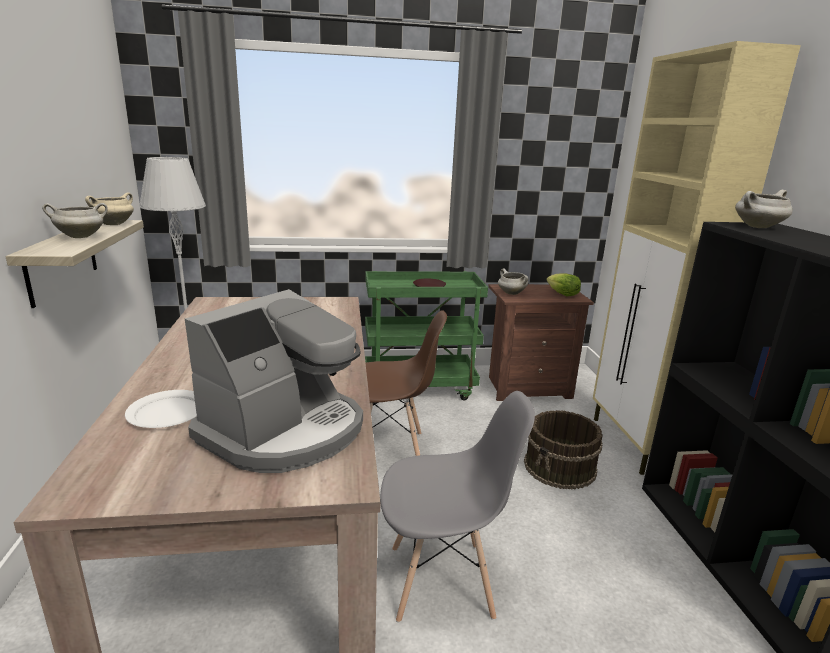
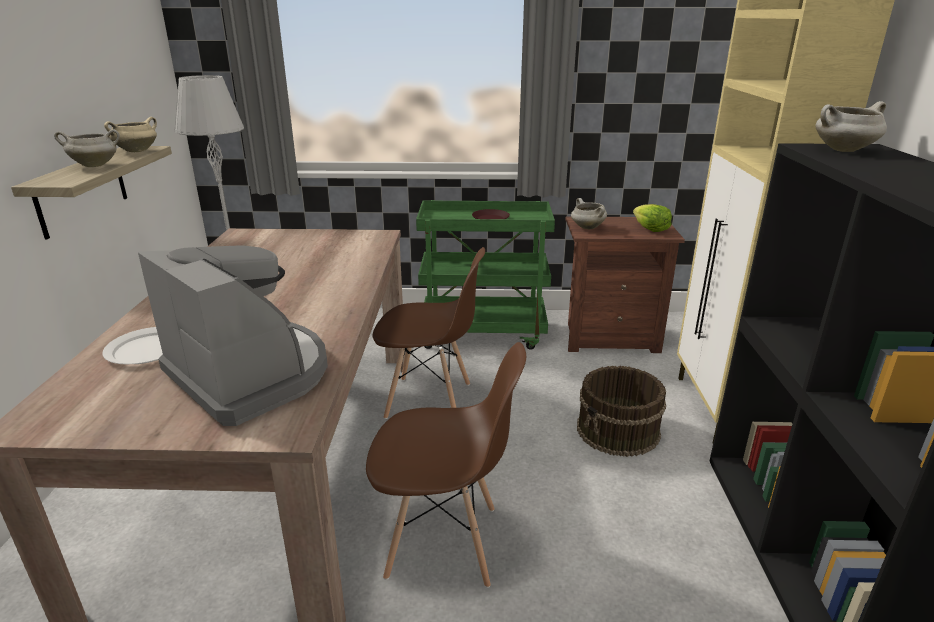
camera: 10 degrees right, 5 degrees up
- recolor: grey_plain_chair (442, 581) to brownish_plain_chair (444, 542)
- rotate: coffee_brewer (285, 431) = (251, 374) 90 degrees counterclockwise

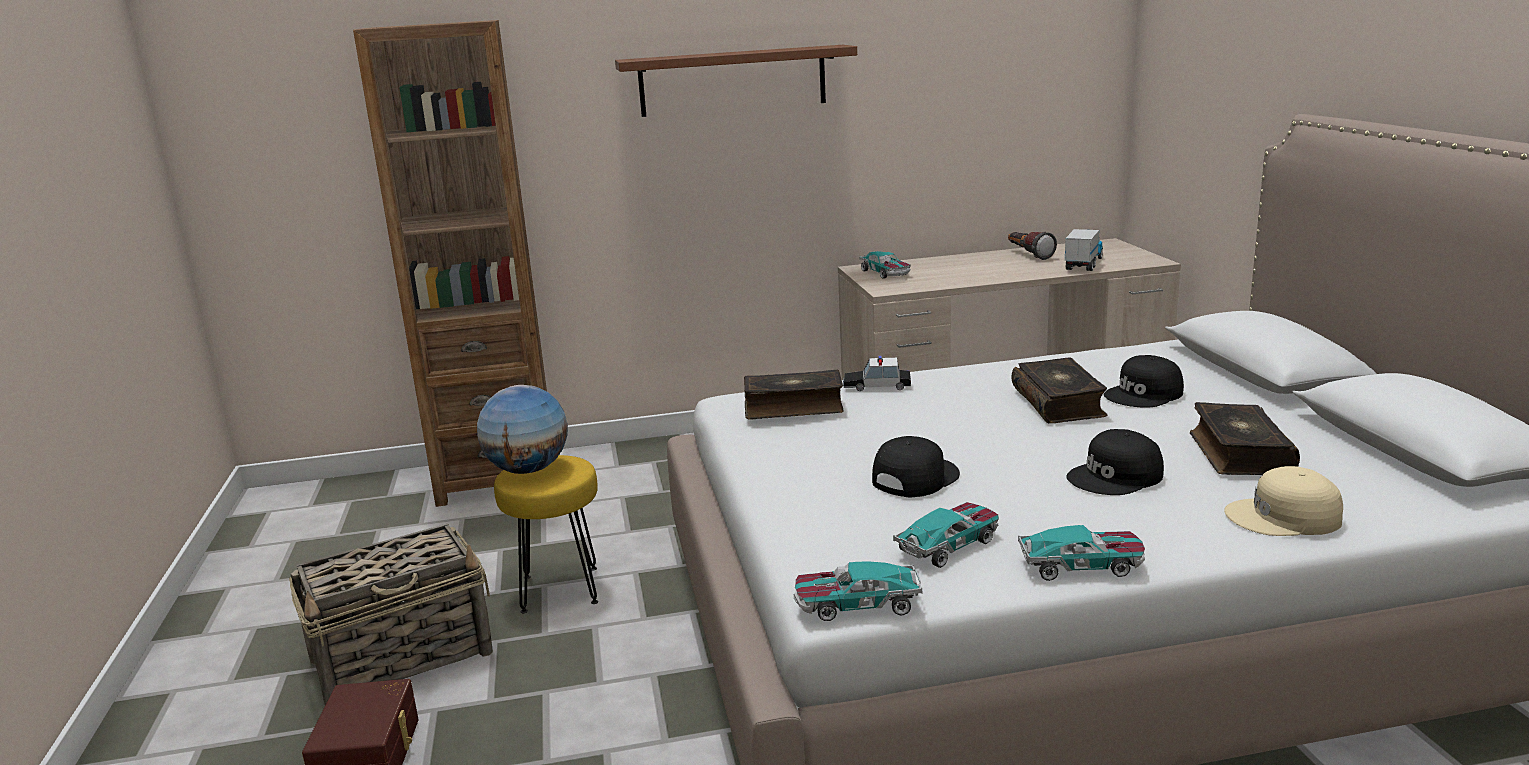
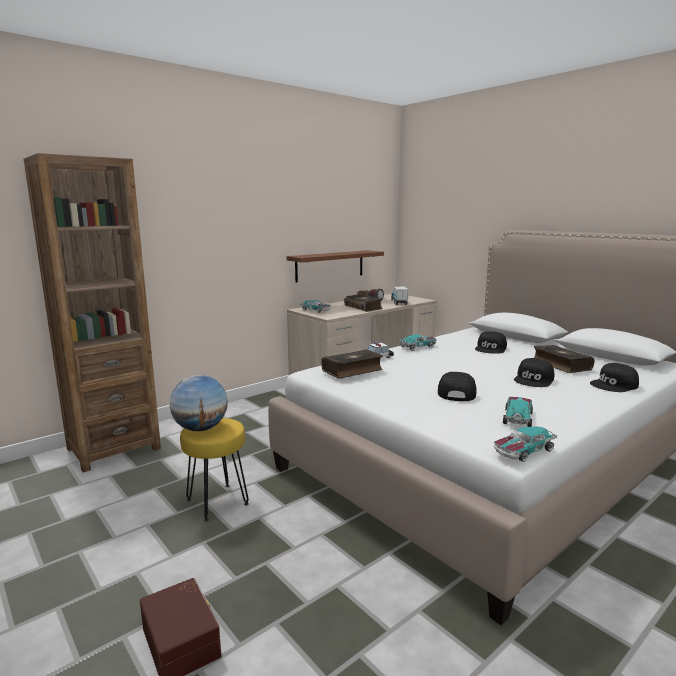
camera: 30 degrees left, 5 degrees down
- delete: basket (404, 656)
- move: brownish_shelf (732, 81) to (330, 265)
- move: volume (1059, 403) to (363, 307)
- move: model_car (1081, 565) to (418, 347)
- recolor: beige-coloured_peaked_cap (1284, 518) to blackish_peaked_cap (614, 385)

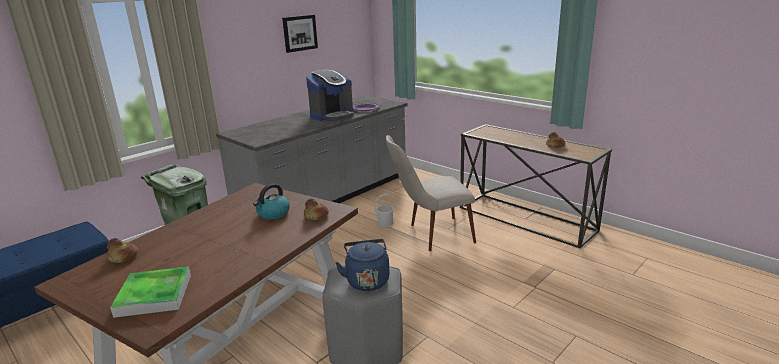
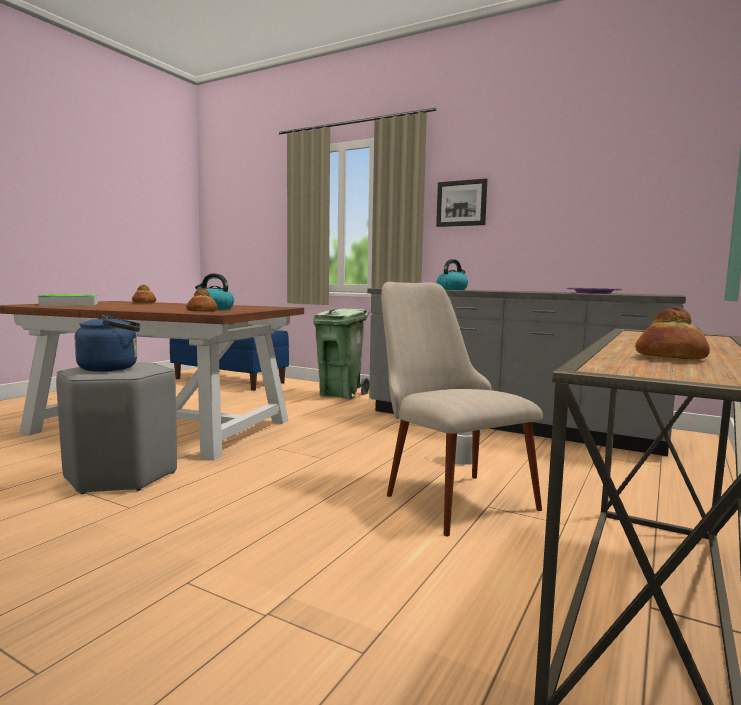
camera: 75 degrees right, 15 degrees down
- delete: coffee_brewer (332, 115)
- insert: water_kettle (452, 289)
- move: wall_art (299, 33) to (461, 203)

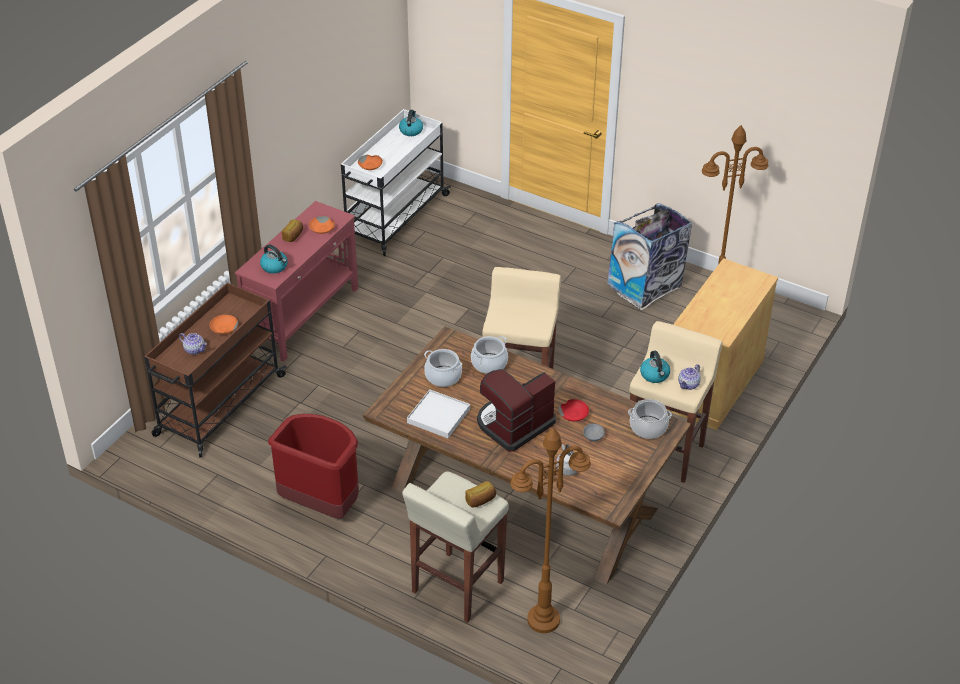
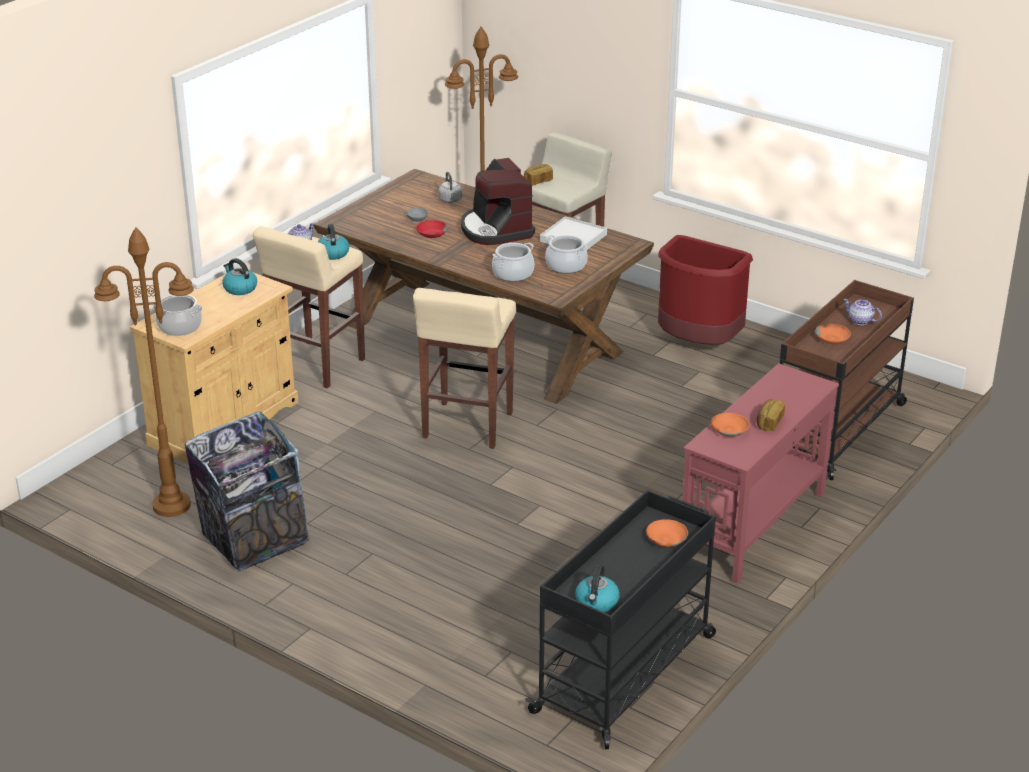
camera: 175 degrees left, 10 degrees down
- move: water_kettle (275, 267) to (239, 288)
- move: stockpot (648, 427) to (179, 327)
- recolor: whitish_trolley (394, 218) to blackish_trolley (626, 672)
- rotate: coffee_brewer (513, 424) = (496, 229) 105 degrees clockwise

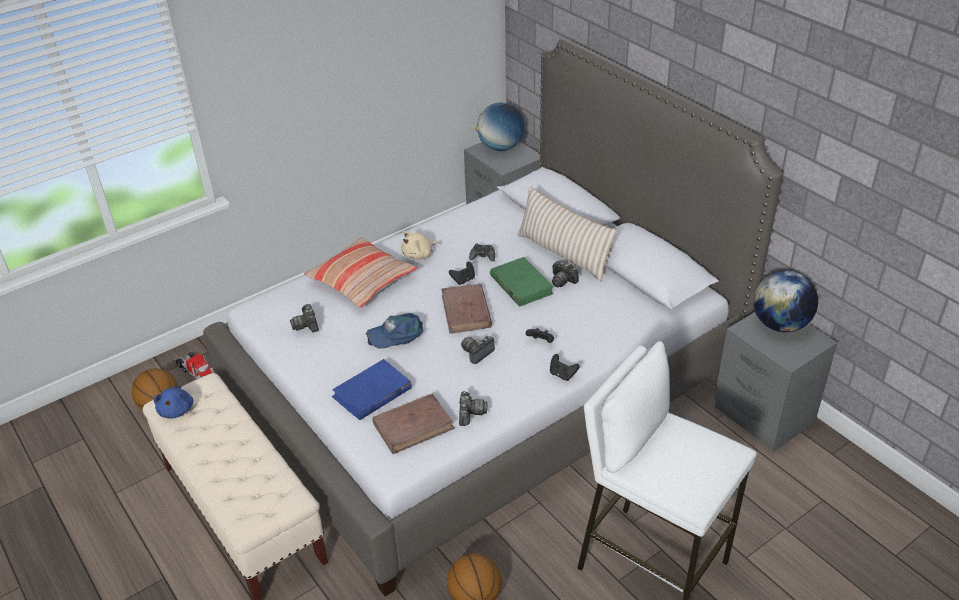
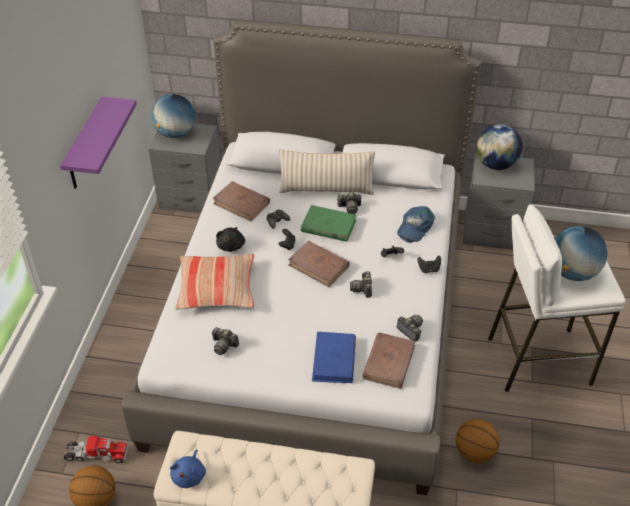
camera: 45 degrees left, 5 degrees up
- insert: purple-coloured_shelf (85, 146)
- insert: brownish_volume (241, 203)
- insert: desk_globe (572, 272)
- move: blue_peaked_cap (396, 334) to (415, 226)
- recolor: beige-coloured_soft_toy (419, 255) to blackish_soft_toy (231, 245)
- rotate: blue_soft_toy (177, 410) = (189, 475) 60 degrees clockwise

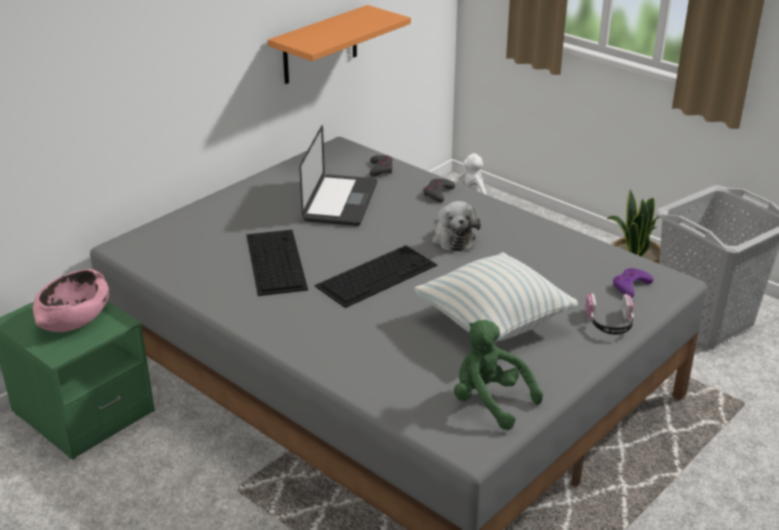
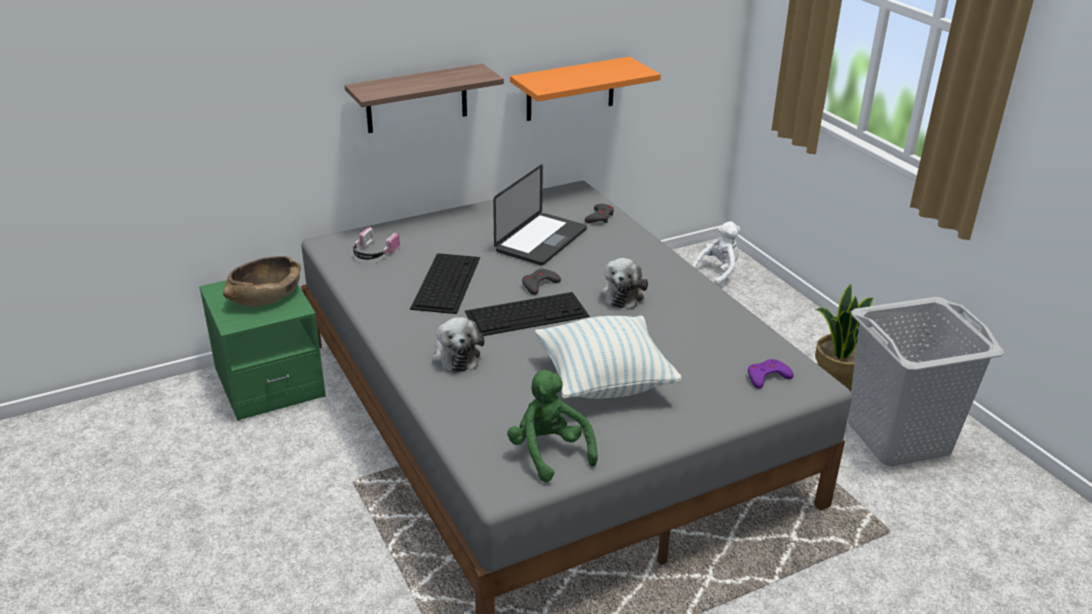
camera: 20 degrees right, 0 degrees up
- insert: shelf (416, 99)
- insert: soft_toy (455, 356)
- move: grey_game_controller (438, 193) to (539, 284)
- move: headset (610, 324) to (373, 253)
- recolor: pinkish_serving_bowl (74, 317) to brownish_serving_bowl (265, 297)

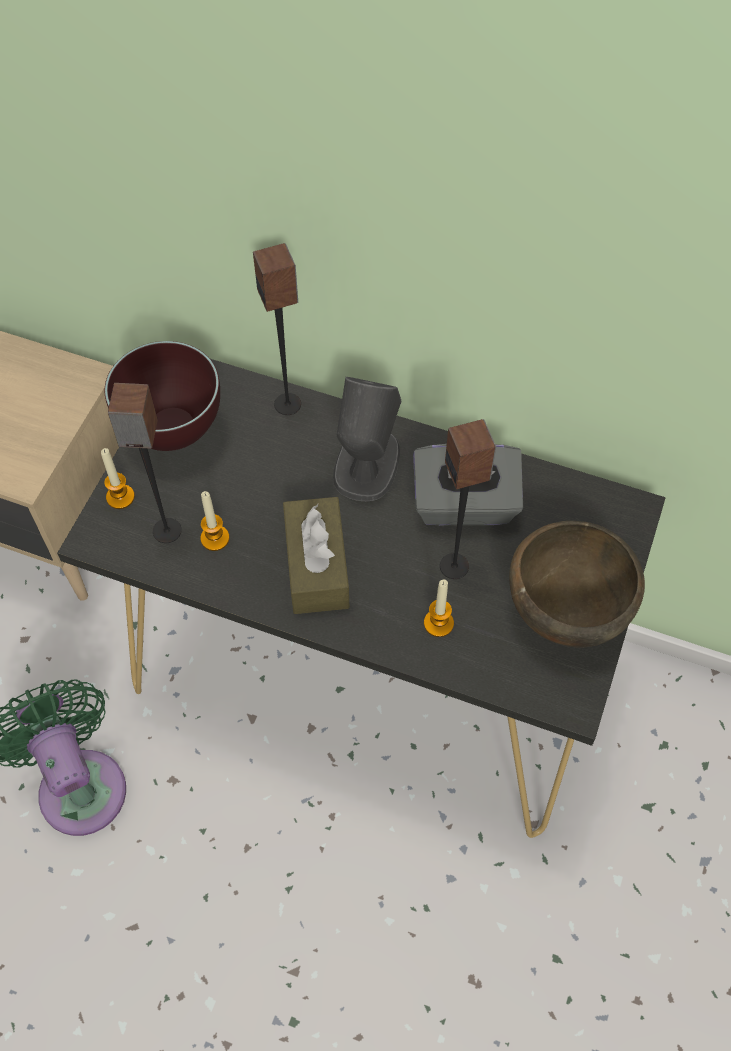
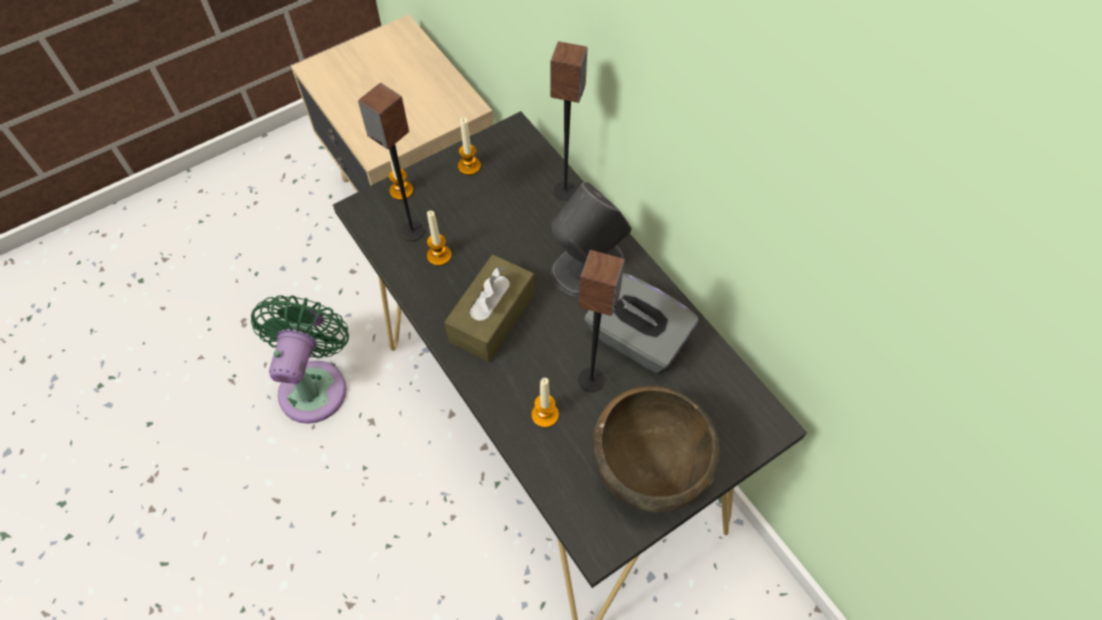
camera: 35 degrees right, 0 degrees up
- replace: brownish_serving_bowl (170, 433) to wax_light (469, 166)

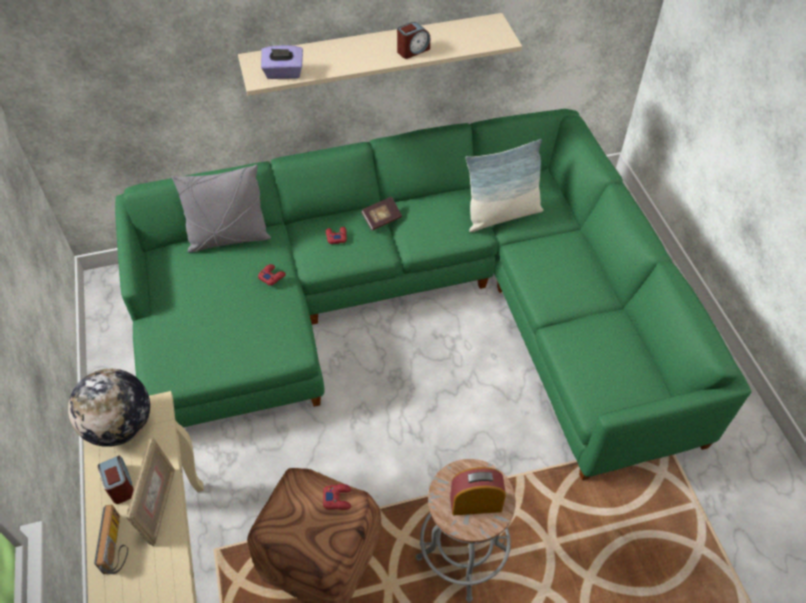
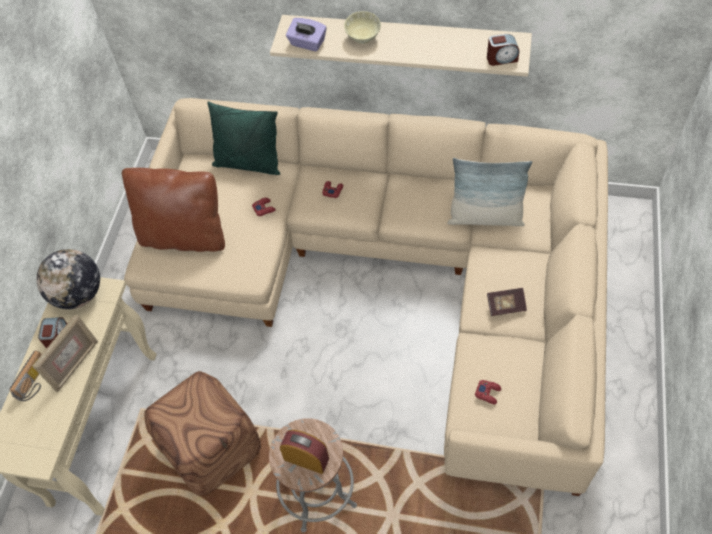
camera: 30 degrees right, 5 degrees up
- insert: brownish_pillow (185, 236)
- insert: beige-coloured_serving_bowl (362, 38)
- move: red-coloured_game_controller (337, 498) to (488, 393)
- move: volume (381, 219) to (506, 306)
- move: alarm_clock (413, 50) to (501, 58)
- recolor: green-coloured_settee (416, 307) to beige-coloured_settee (392, 271)
- recolor: grey_pillow (229, 238) to green-coloured_pillow (248, 164)

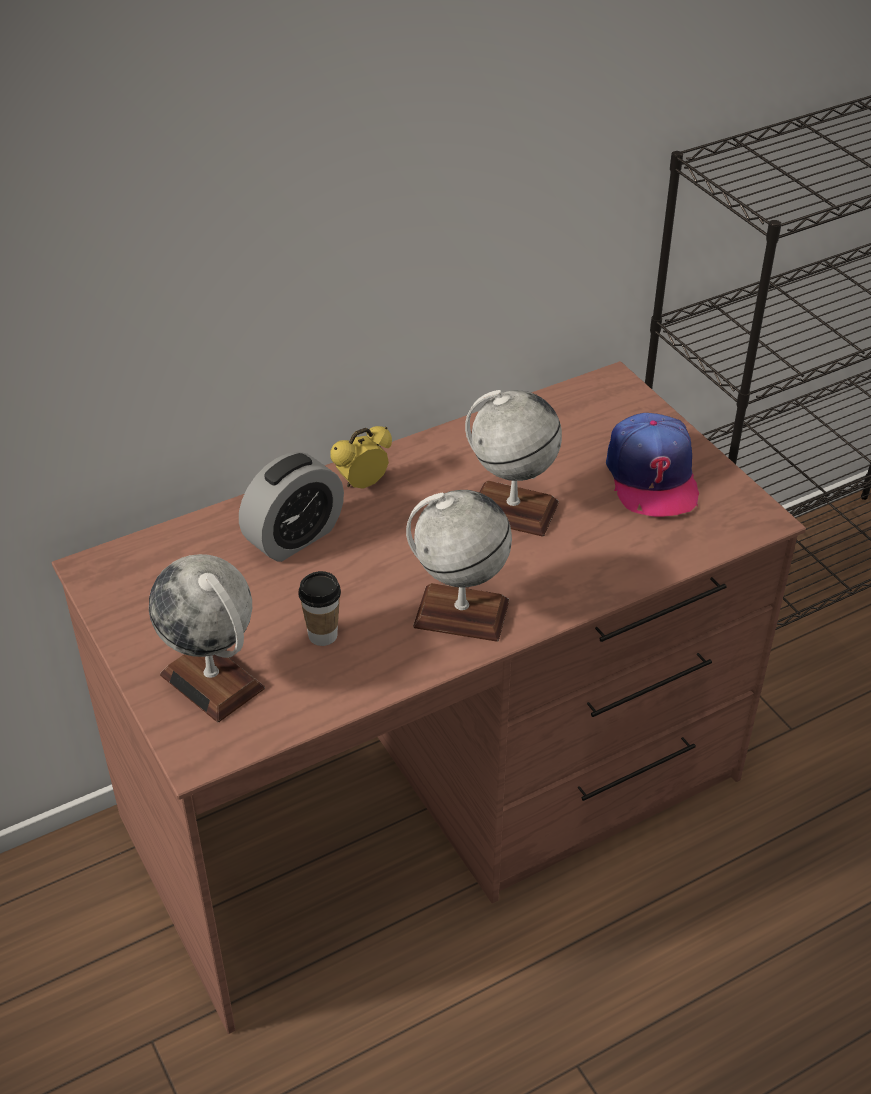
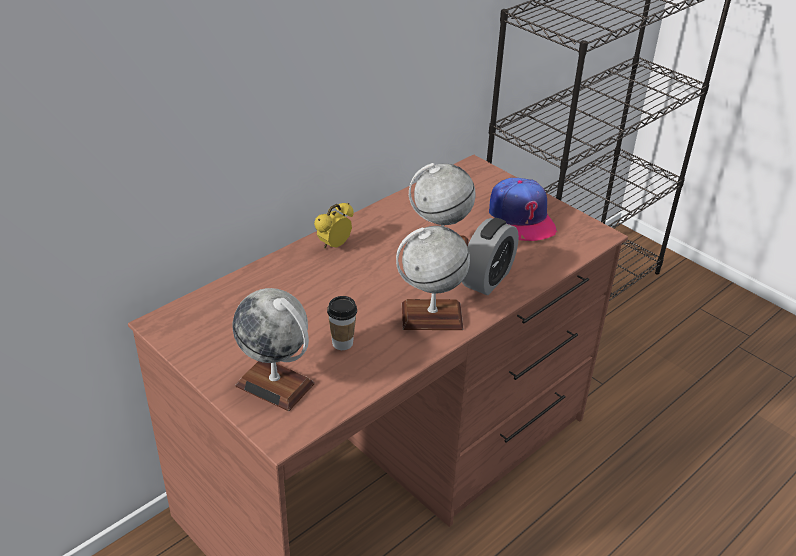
camera: 15 degrees left, 5 degrees down
- move: alarm_clock (294, 537) to (487, 279)

